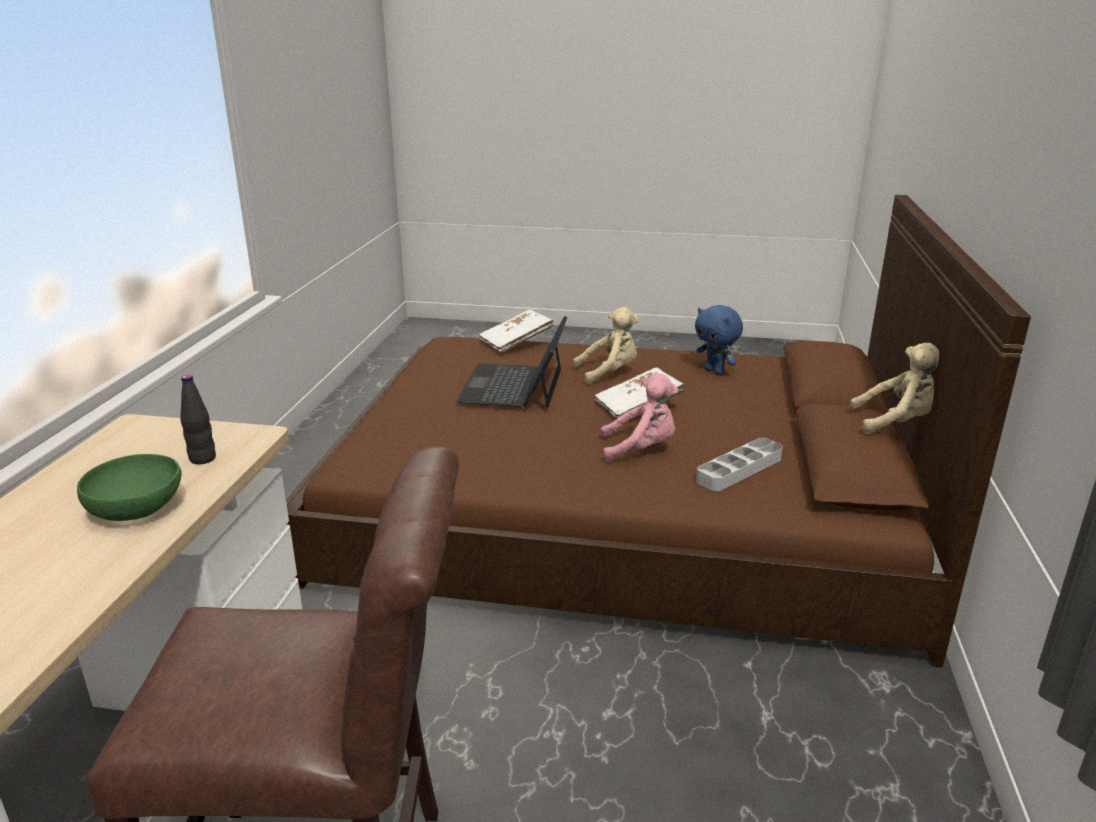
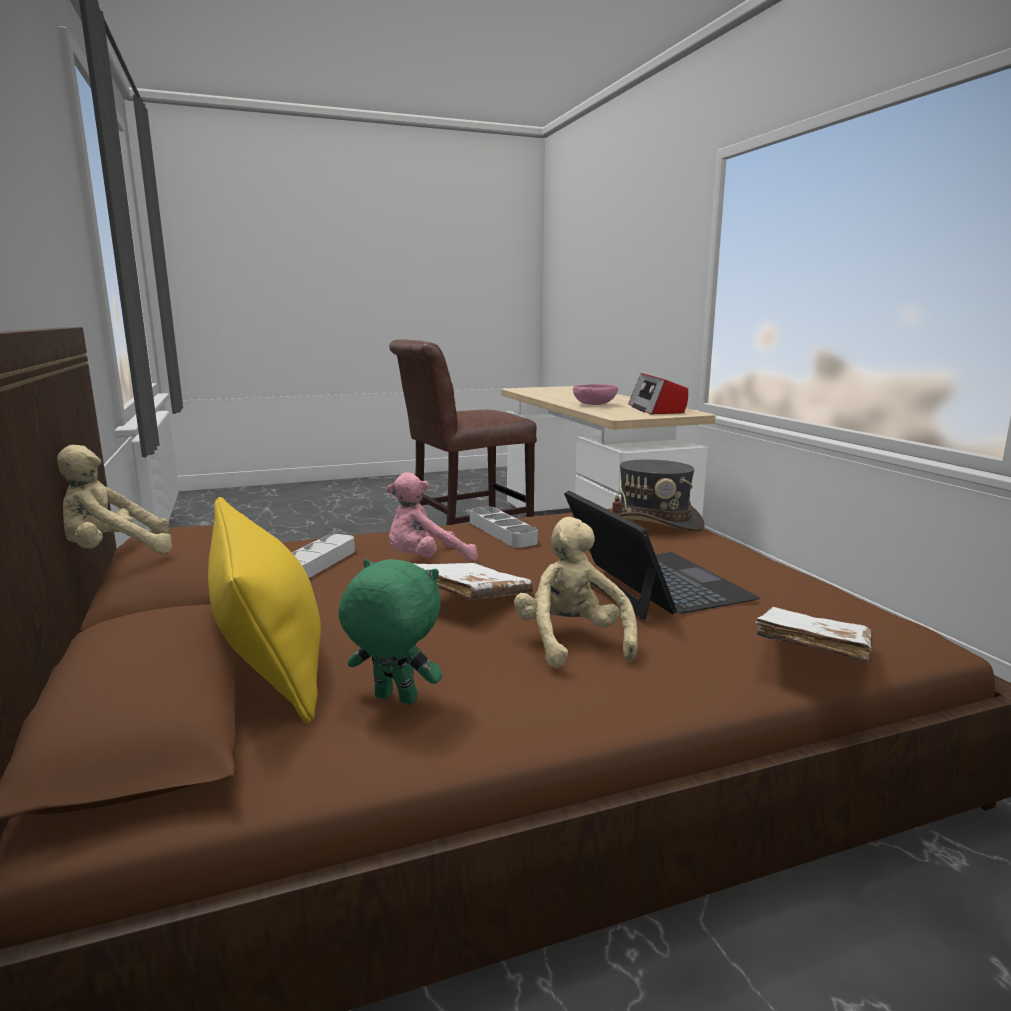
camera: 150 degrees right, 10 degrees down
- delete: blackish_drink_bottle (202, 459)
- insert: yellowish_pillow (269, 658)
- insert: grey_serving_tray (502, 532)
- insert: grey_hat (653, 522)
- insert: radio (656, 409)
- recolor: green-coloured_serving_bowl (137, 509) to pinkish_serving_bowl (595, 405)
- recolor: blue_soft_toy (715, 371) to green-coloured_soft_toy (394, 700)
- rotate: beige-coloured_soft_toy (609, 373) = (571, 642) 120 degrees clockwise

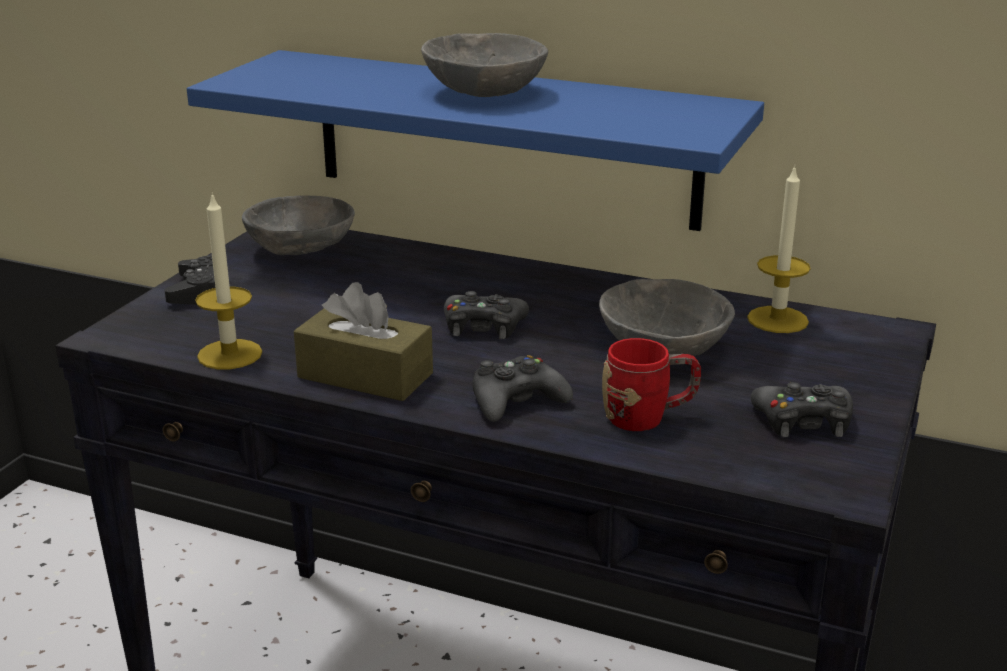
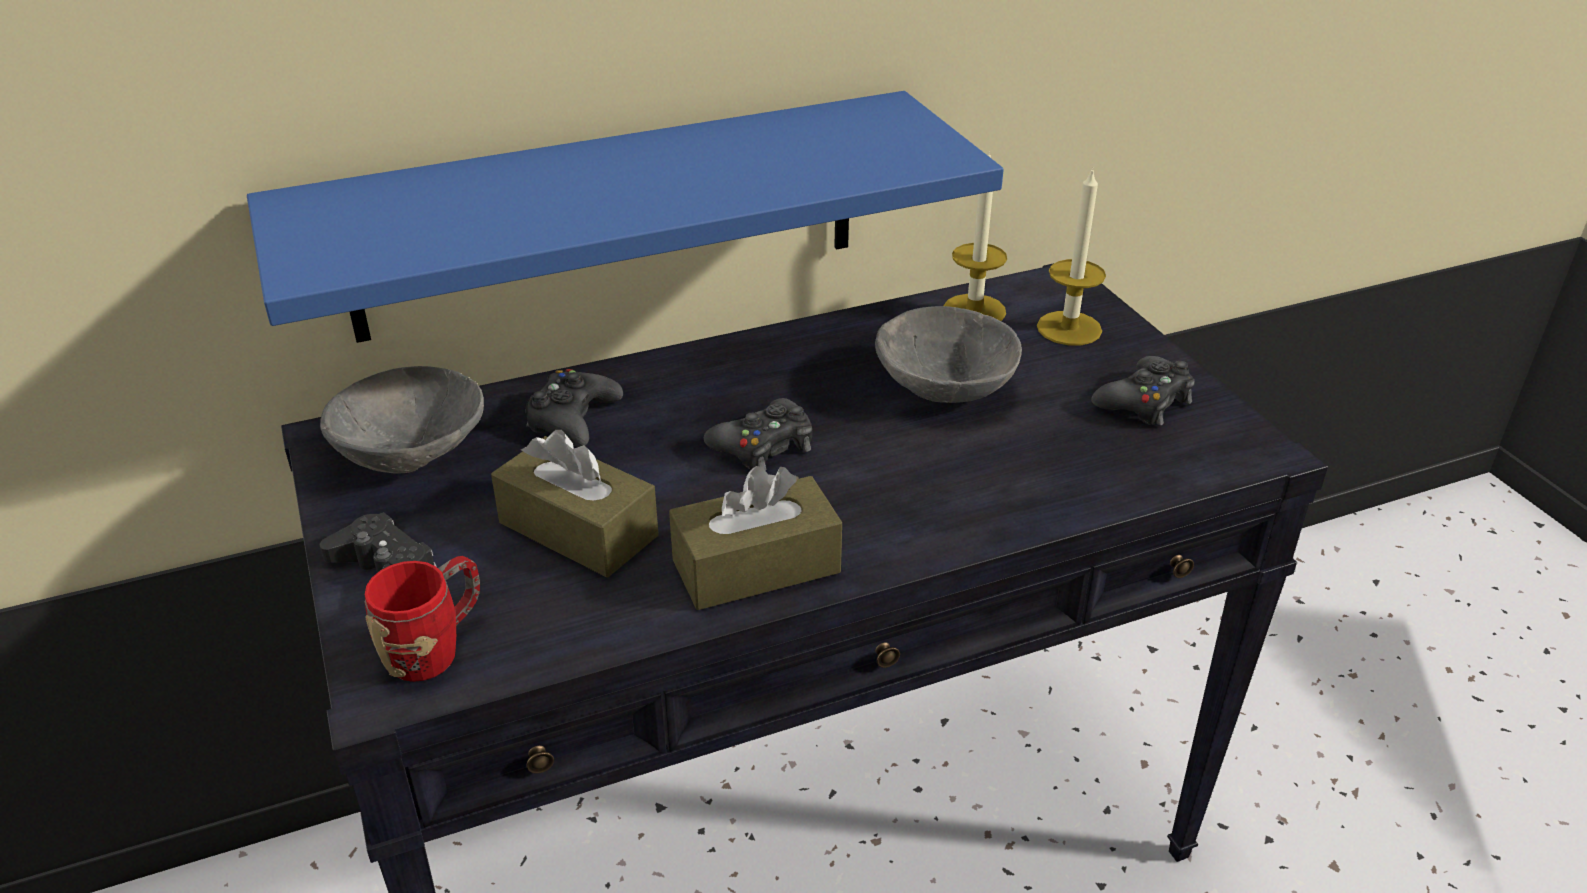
camera: 45 degrees left, 10 degrees up
- delete: grey_serving_bowl (482, 93)
- insert: brownish_tissue_holder (578, 529)
- move: wax_light (230, 354) to (1069, 328)
- move: blackish_game_controller (516, 401) to (573, 419)
- move: red-coloured_mug (648, 418) to (436, 647)

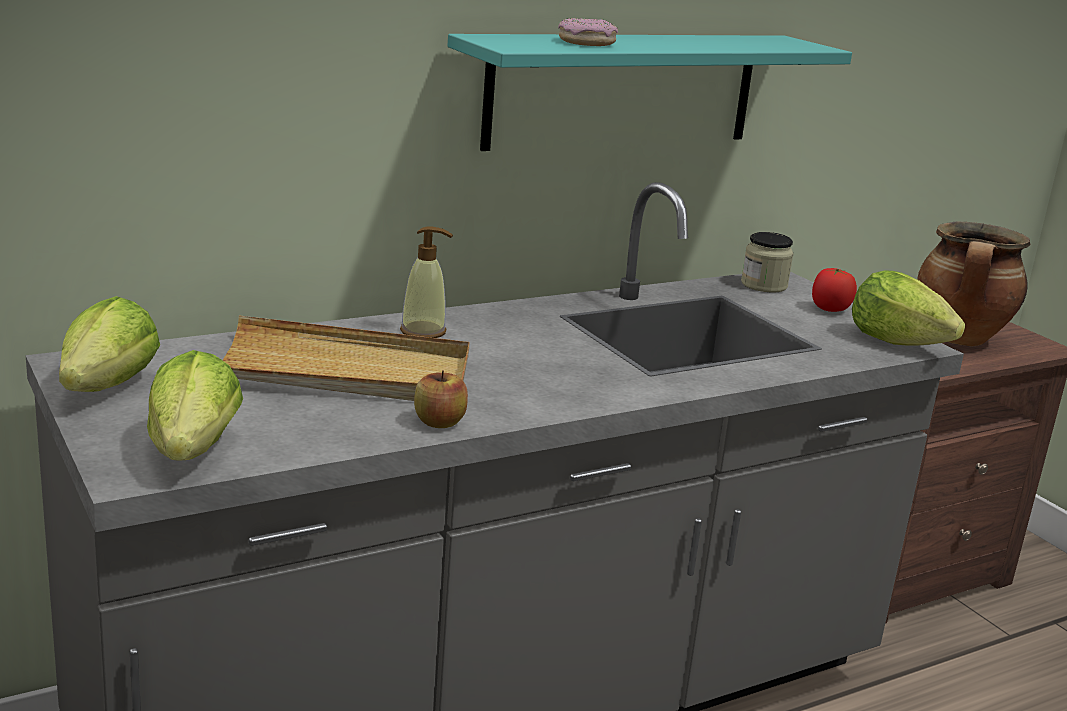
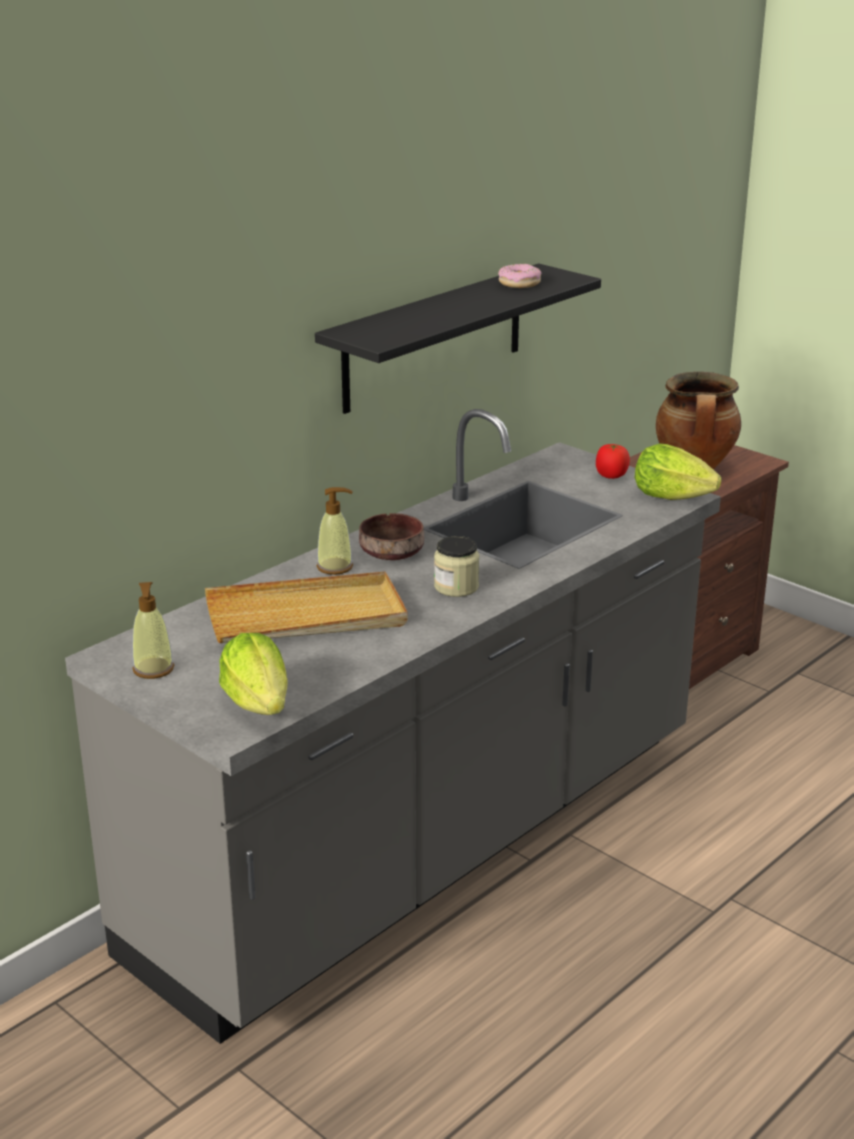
camera: 15 degrees left, 5 degrees up
- delete: apple_fruit (439, 422)
- insert: brownish_serving_bowl (391, 554)
- move: doughnut (586, 42) to (519, 283)
- move: preserve_jar (764, 285) to (456, 587)
- replace: lettuce (109, 387) to liquid_soap_bottle (153, 669)
- recolor: turquoise-coloured_shelf (623, 90) to blackish_shelf (434, 338)

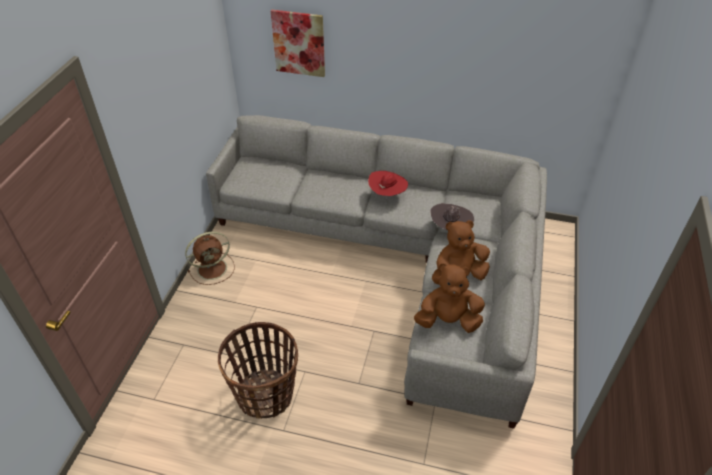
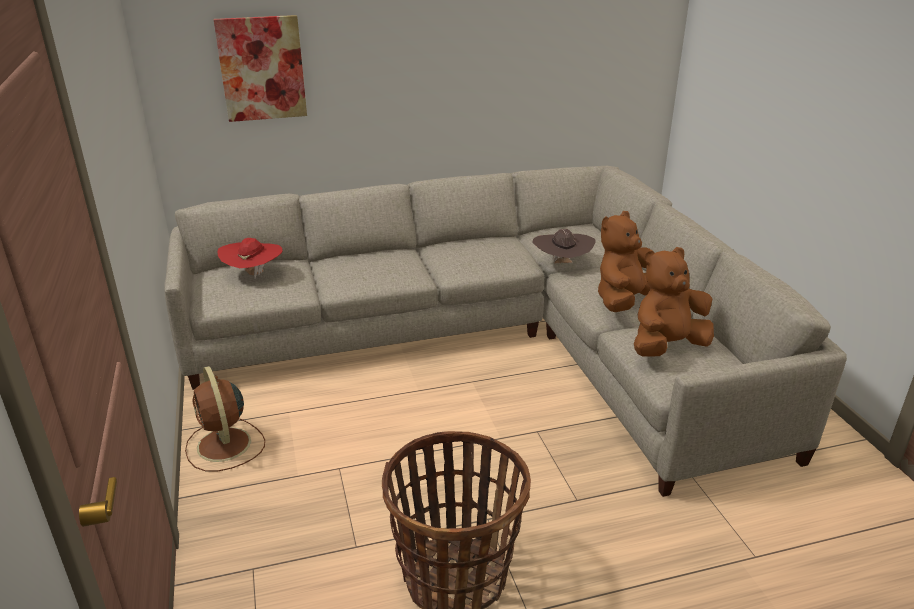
camera: 30 degrees left, 15 degrees down
- move: red-coloured_hat (387, 195) to (254, 274)
- rotate: brownish_fan (213, 268) = (224, 446) 120 degrees clockwise

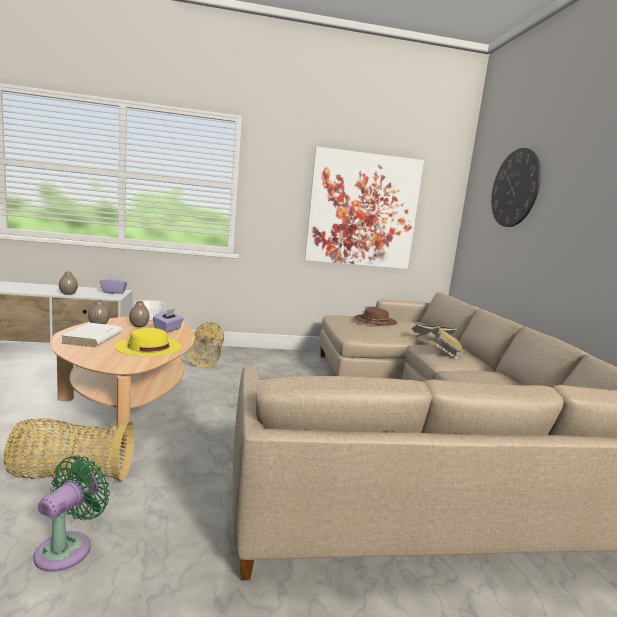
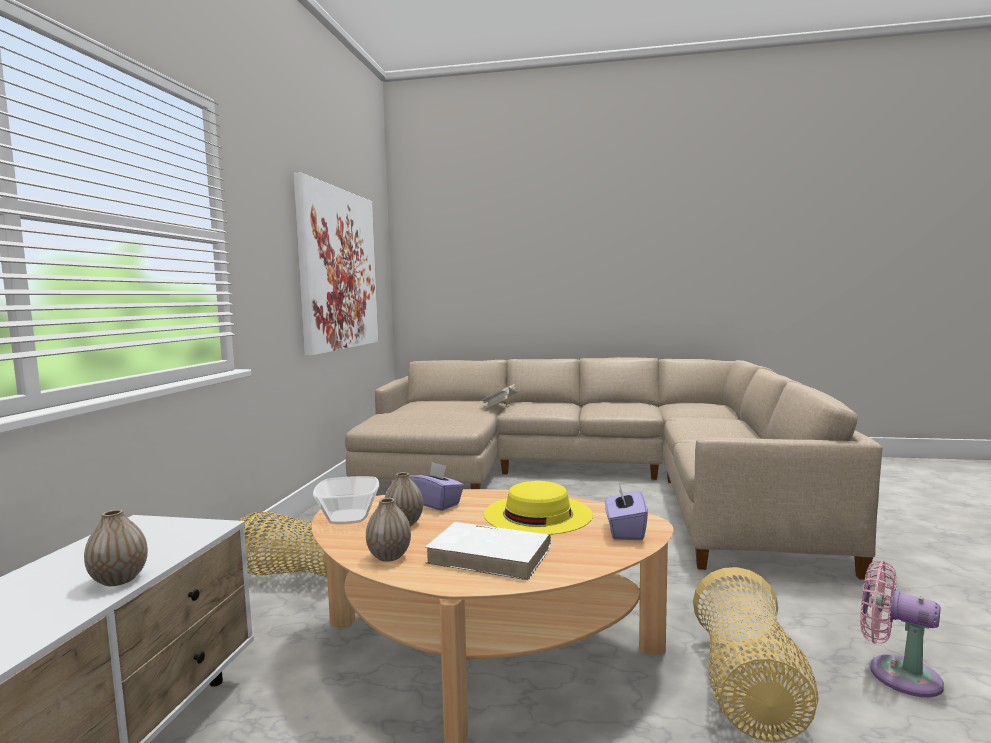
camera: 70 degrees left, 5 degrees down
- delete: brownish_hat (375, 320)
- delete: volume (447, 352)
- delete: wall_clock (515, 188)
- move: purple-coloured_tissue_holder (114, 292) to (625, 531)
- recolor: green-coloured_fan (68, 547) to pinkish_fan (896, 673)

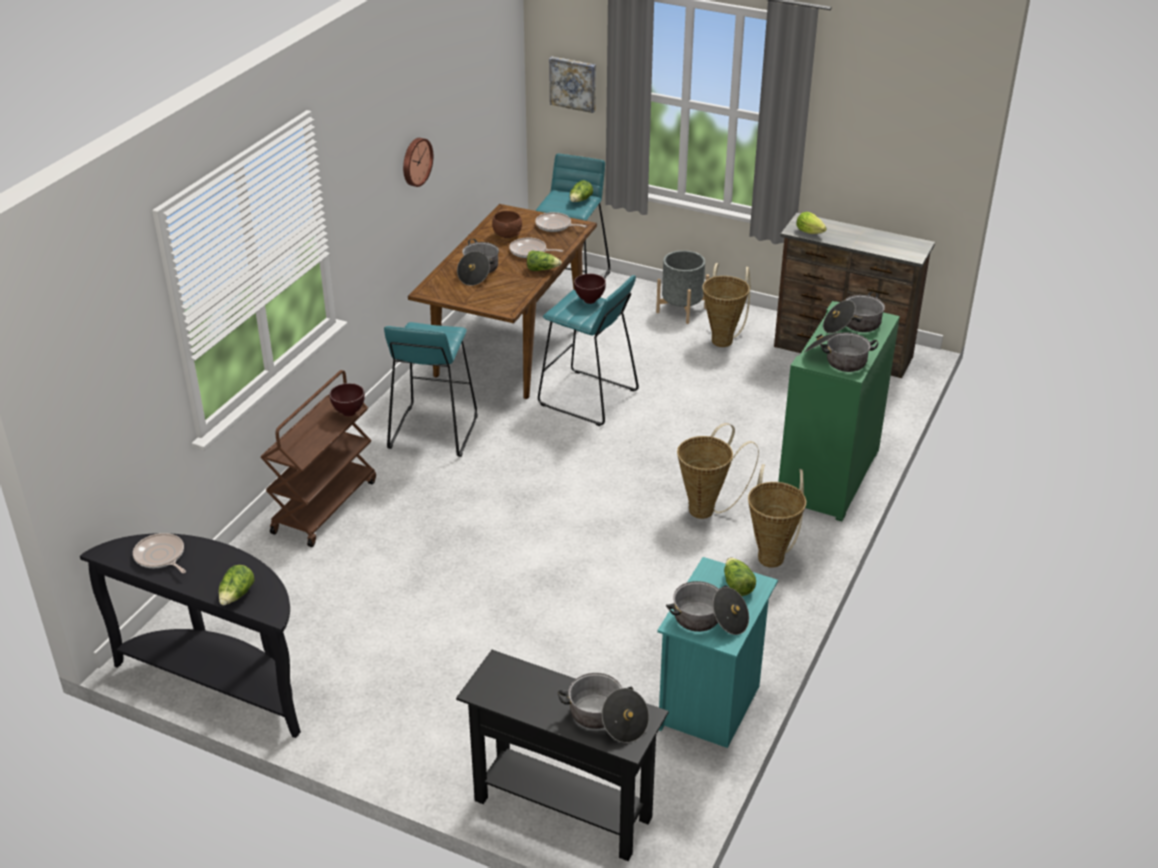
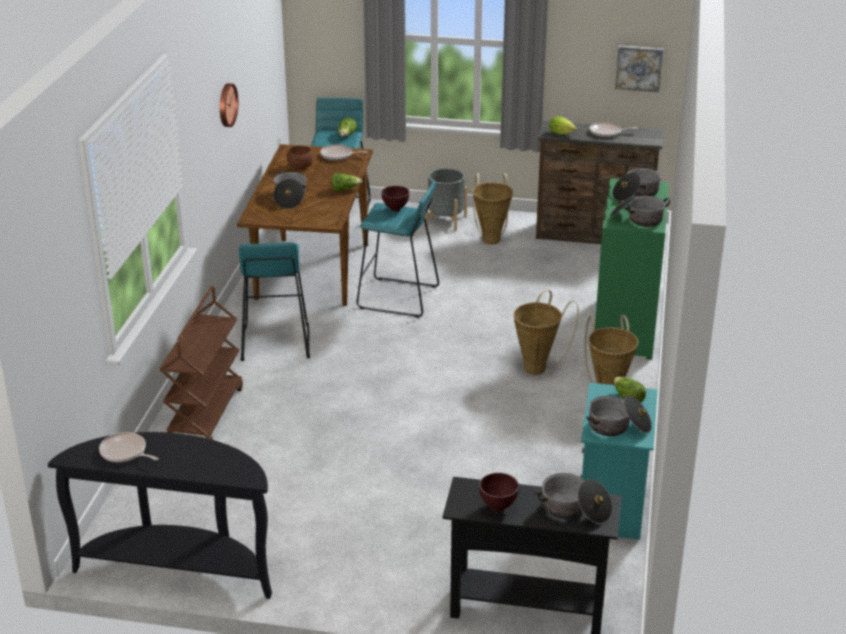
camera: 15 degrees left, 5 degrees down
- delete: lettuce (237, 595)
- move: brownish_serving_bowl (350, 413) to (499, 507)
- move: skillet (530, 251) to (607, 132)
- move: wall_art (573, 83) to (639, 68)

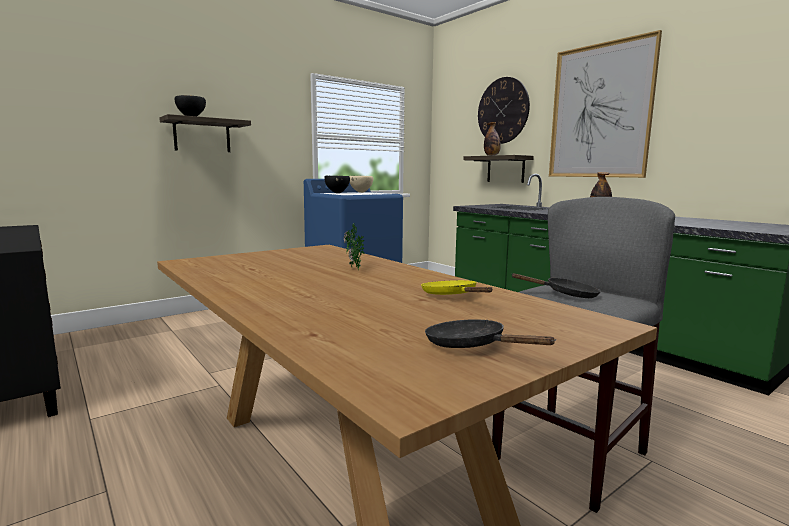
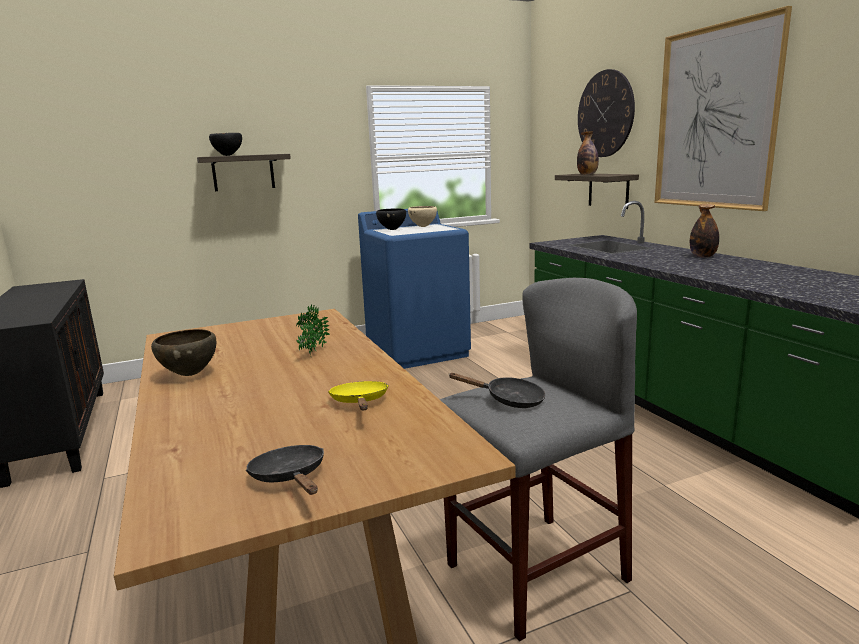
camera: 15 degrees right, 5 degrees up
- insert: brownish_serving_bowl (190, 374)

